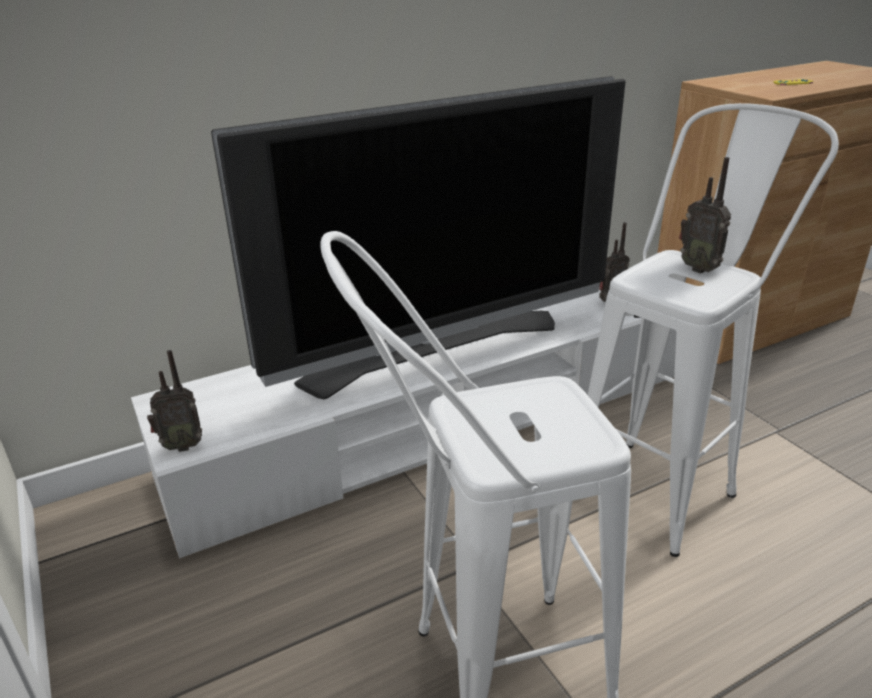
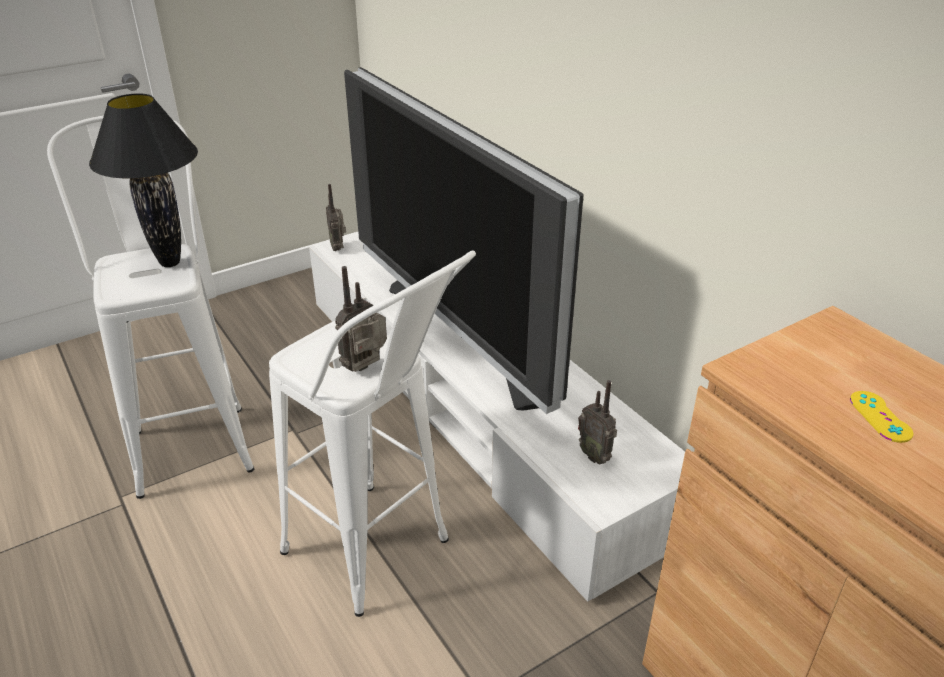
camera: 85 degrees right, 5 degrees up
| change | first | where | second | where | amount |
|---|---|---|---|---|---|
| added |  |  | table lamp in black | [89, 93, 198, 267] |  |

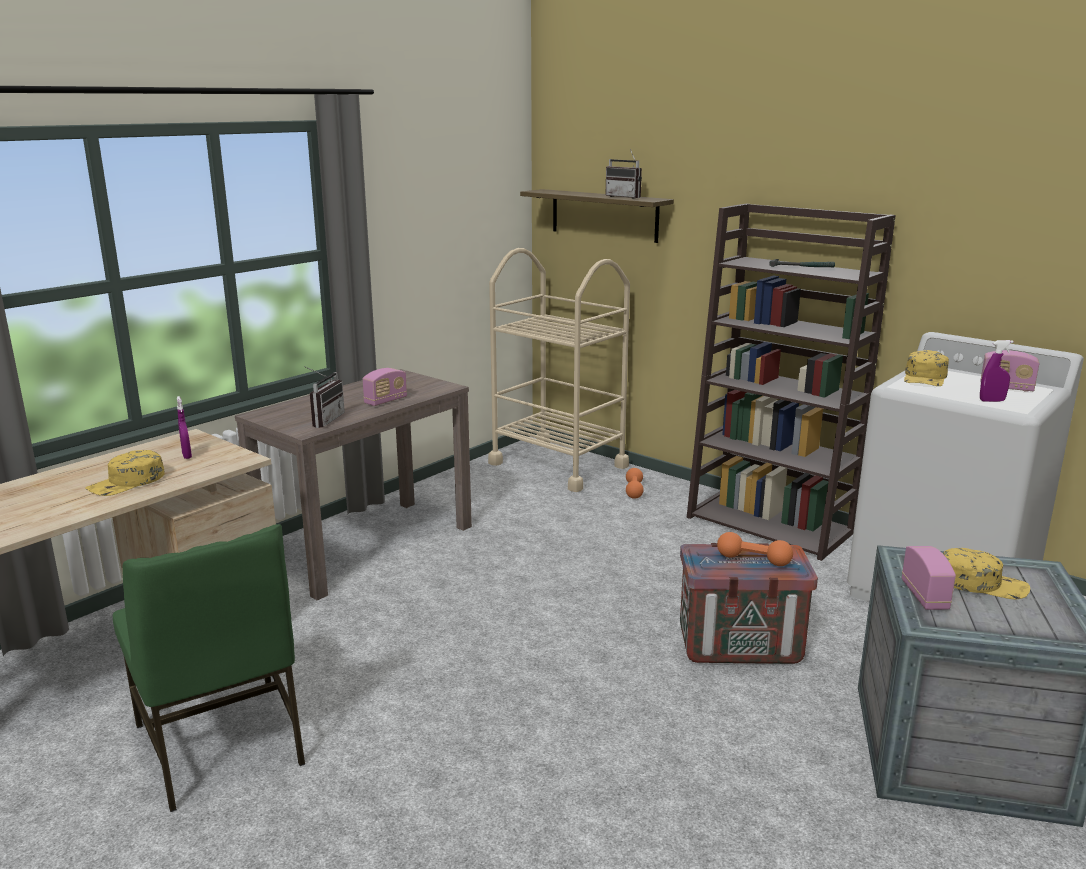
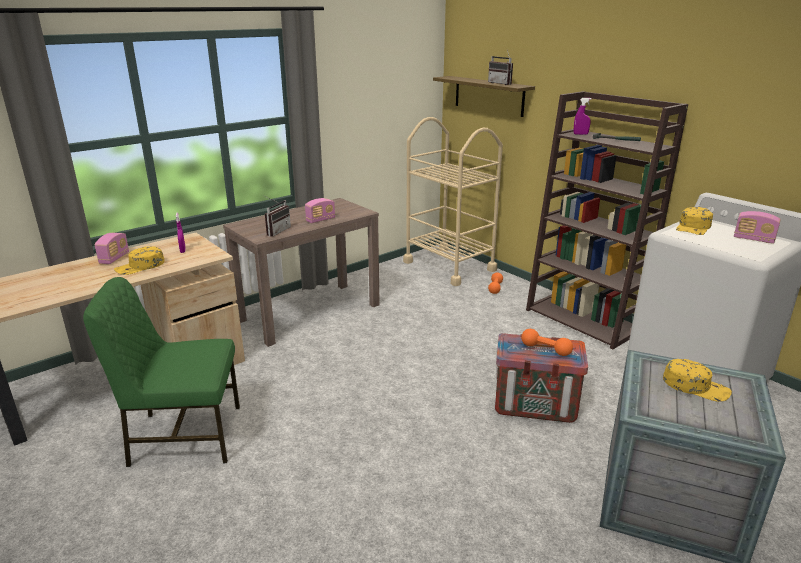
camera: 10 degrees right, 5 degrees up
| change | first | where | second | where | amount |
|---|---|---|---|---|---|
| turned | chair in green | [113, 524, 305, 812] |  | [83, 277, 240, 467] | 105 degrees clockwise |
| moved | radio | [902, 546, 956, 610] |  | [95, 233, 129, 264] |  |
| moved | spray bottle in purple | [980, 340, 1014, 402] |  | [574, 98, 592, 135] |  |

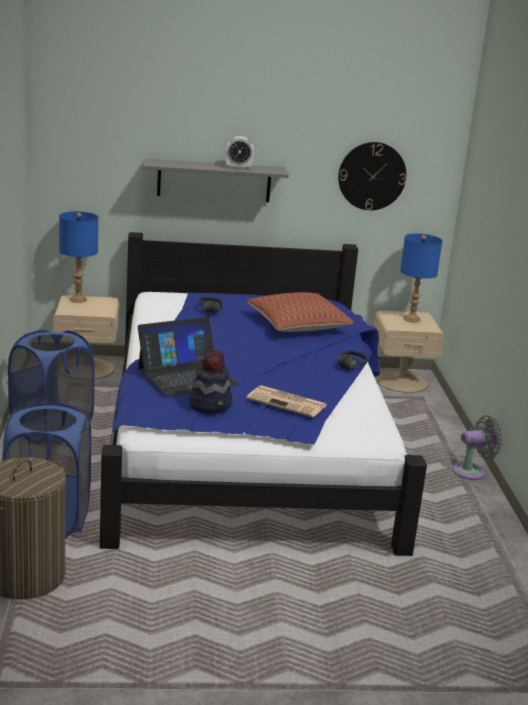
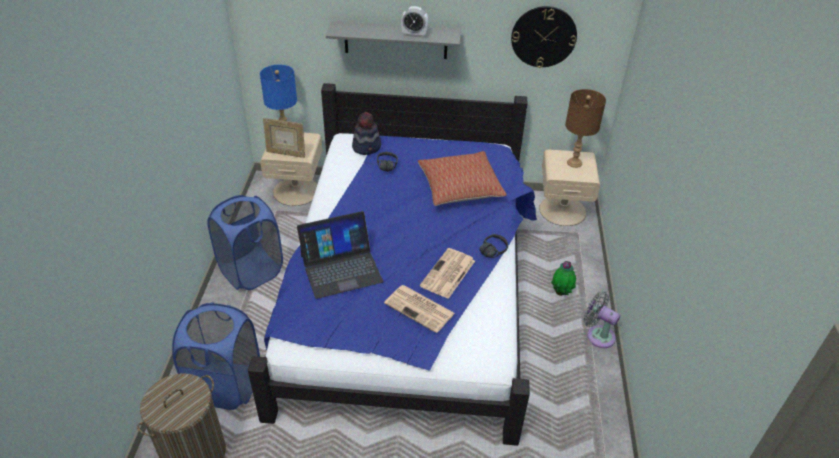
camera: 10 degrees right, 20 degrees up
| change | first | where | second | where | amount |
|---|---|---|---|---|---|
| moved | hat | [189, 348, 233, 413] |  | [352, 112, 381, 155] |  |
| recoloured | table lamp in blue | [400, 233, 442, 322] | table lamp in brown | [565, 89, 606, 168] |  |
| turned | fan in grey | [452, 415, 502, 480] |  | [584, 291, 620, 348] | 135 degrees counterclockwise |
| added |  |  | picture frame | [263, 118, 305, 158] |  |
| added |  |  | newspaper | [420, 248, 475, 299] |  |
| added |  |  | potted plant | [551, 261, 576, 296] |  |

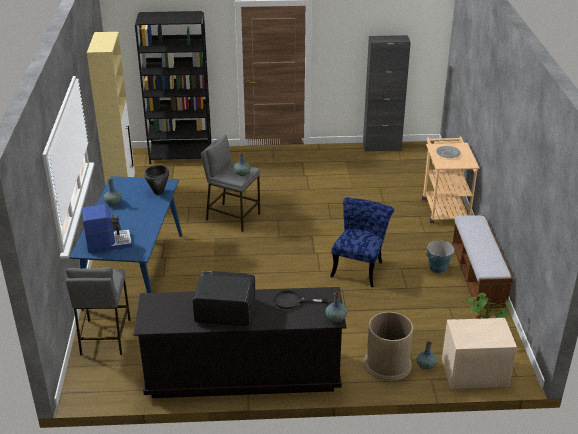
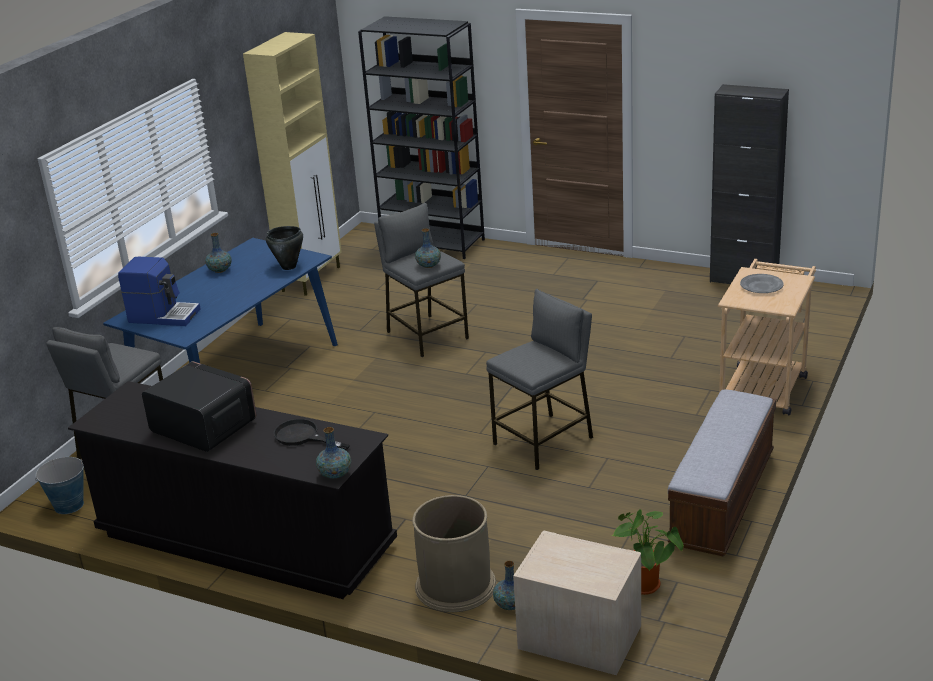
camera: 30 degrees right, 5 degrees down
| change | first | where | second | where | amount |
|---|---|---|---|---|---|
| replaced | chair in blue | [330, 197, 394, 287] | stool in grey | [486, 289, 593, 470] |  |
| moved | bucket | [426, 240, 454, 274] |  | [35, 457, 84, 514] |  |

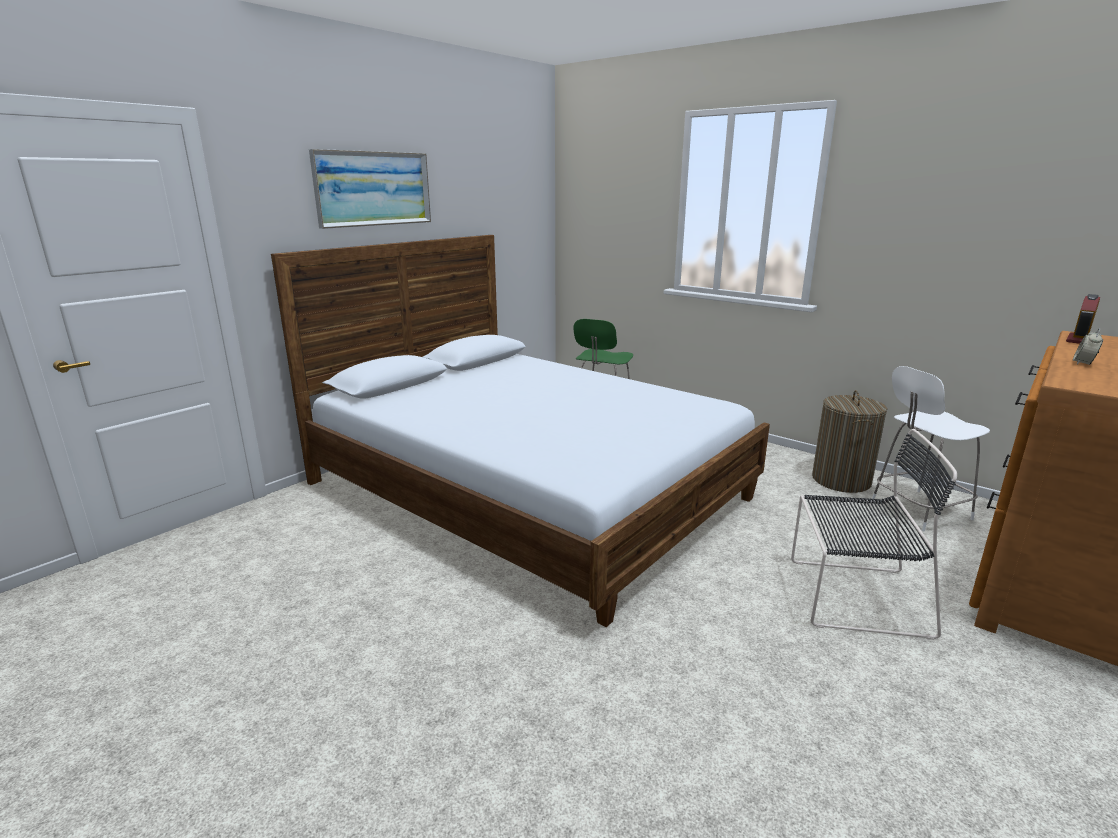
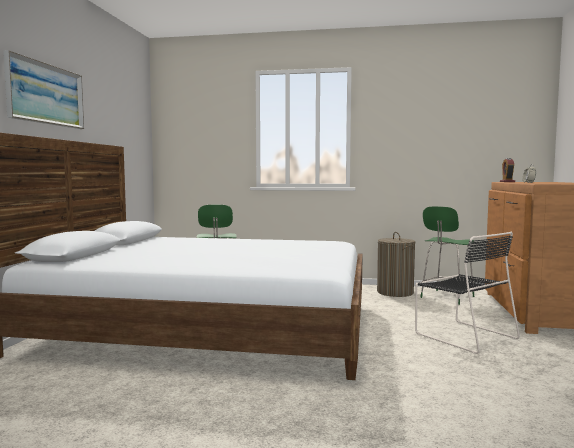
camera: 30 degrees left, 15 degrees down
| change | first | where | second | where | amount |
|---|---|---|---|---|---|
| turned | chair in black | [791, 429, 957, 640] |  | [415, 232, 520, 354] | 75 degrees clockwise |
| recoloured | chair in white | [872, 366, 990, 531] | chair in green | [420, 206, 474, 305] |  |

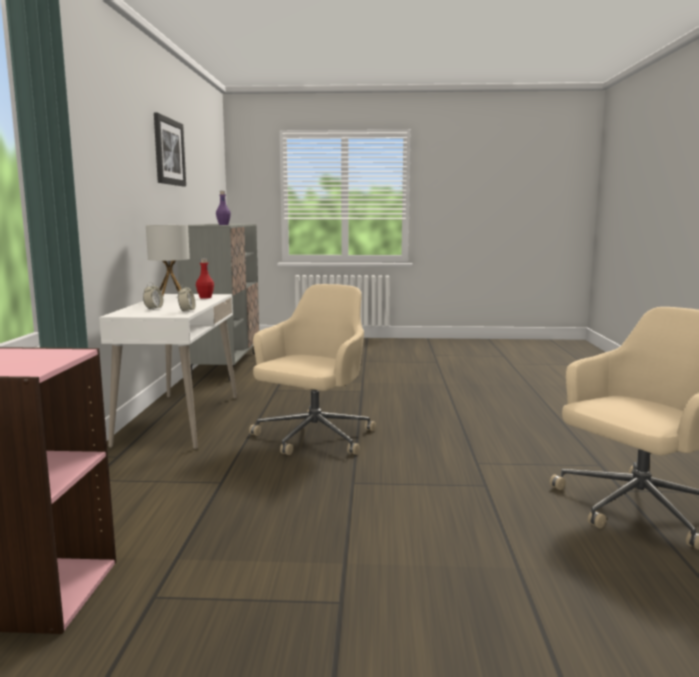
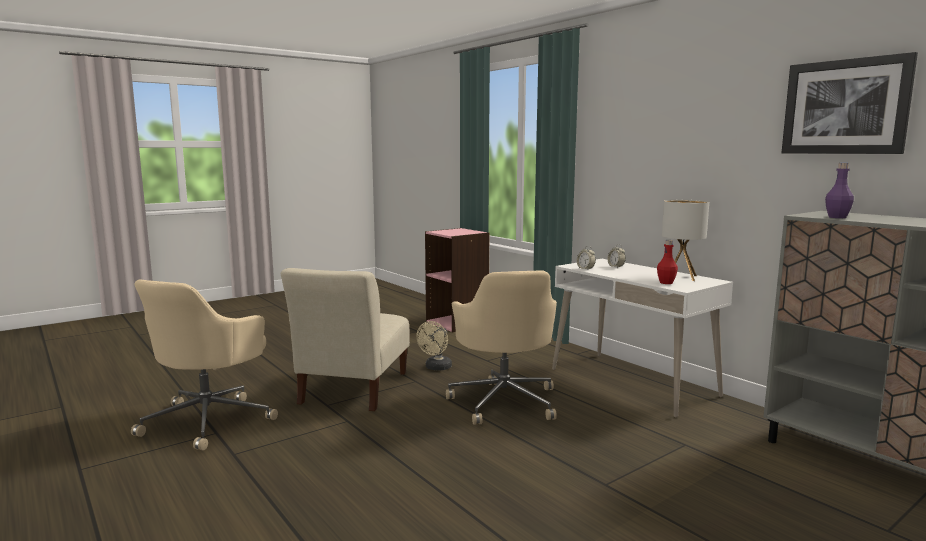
camera: 140 degrees right, 0 degrees up
| change | first | where | second | where | amount |
|---|---|---|---|---|---|
| added |  |  | chair in beige | [281, 268, 410, 411] |  |
| added |  |  | fan in beige | [416, 321, 452, 371] |  |

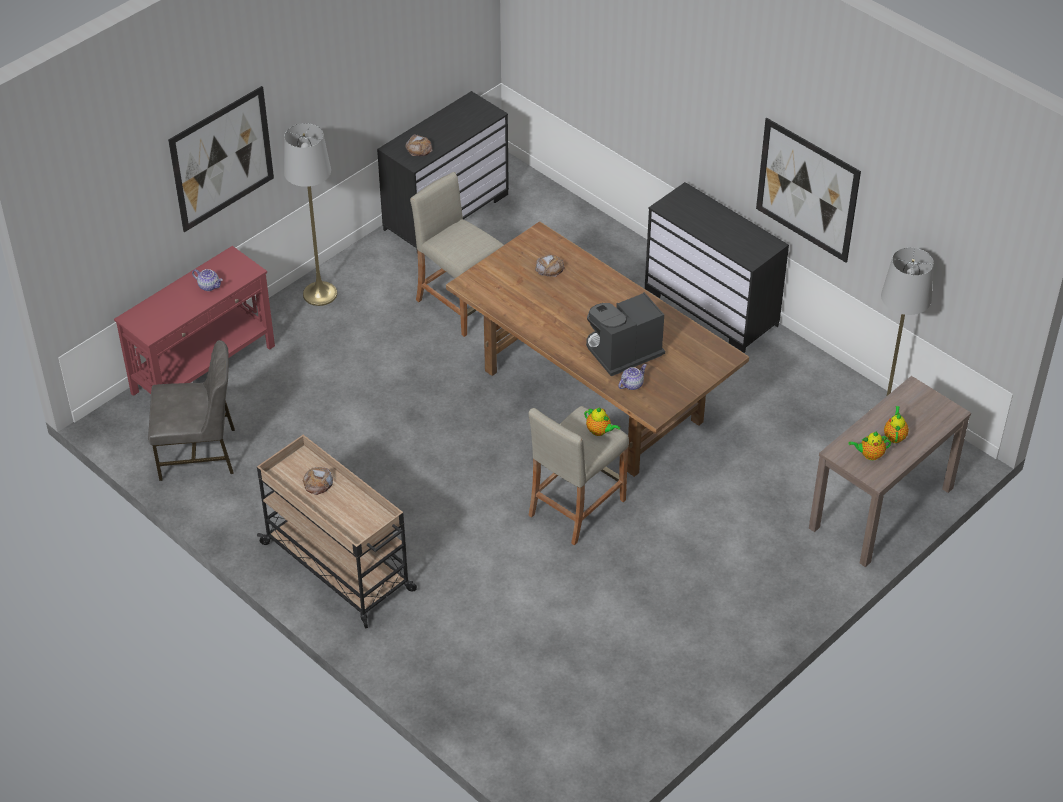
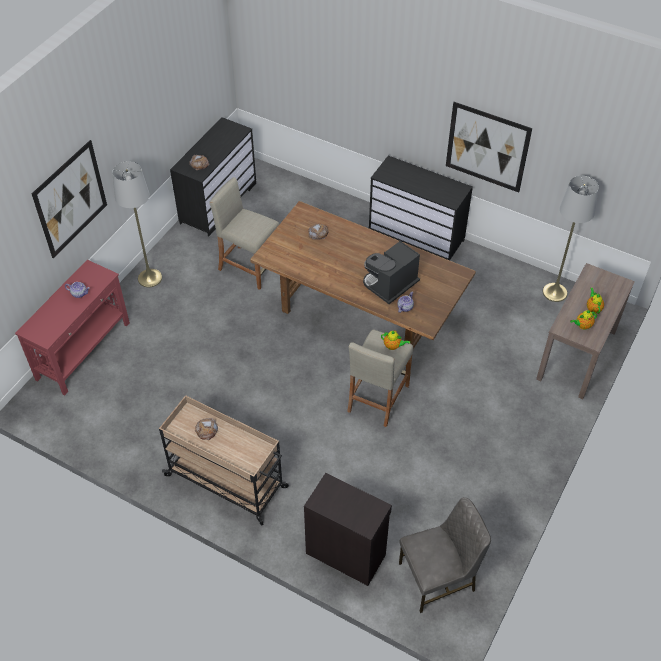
camera: 15 degrees left, 5 degrees up
| change | first | where | second | where | amount |
|---|---|---|---|---|---|
| moved | chair in grey | [148, 340, 235, 481] |  | [399, 497, 491, 613] |  |
| added |  |  | cabinet in black | [304, 473, 392, 586] |  |

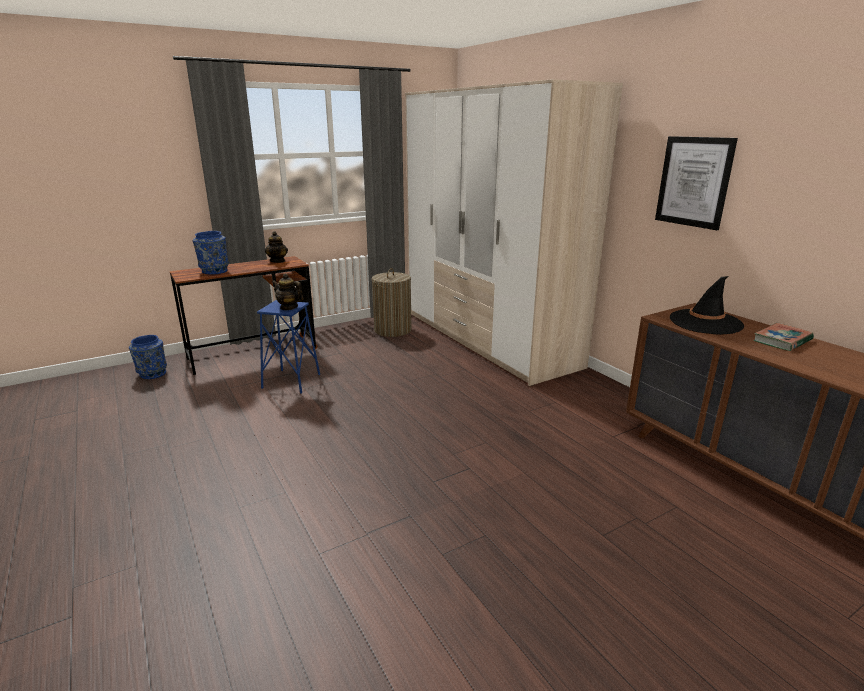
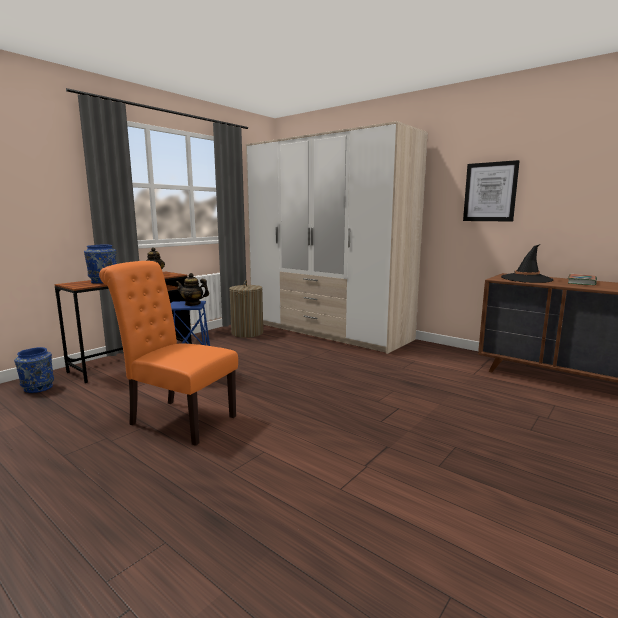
camera: 20 degrees left, 10 degrees down
| change | first | where | second | where | amount |
|---|---|---|---|---|---|
| added |  |  | chair in orange | [99, 261, 238, 446] |  |

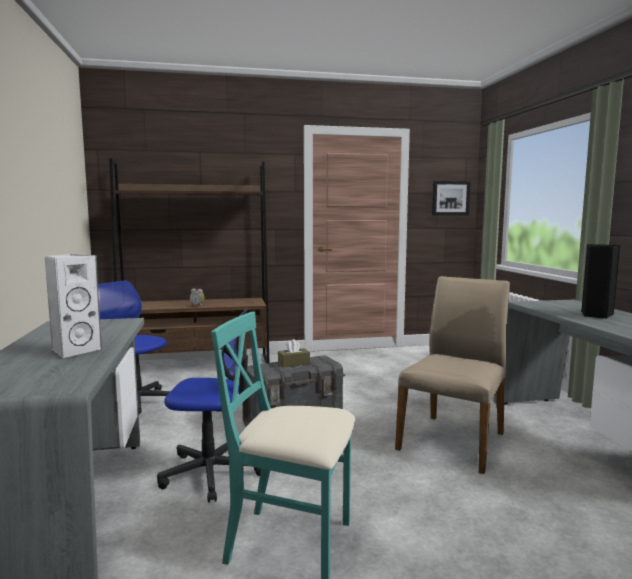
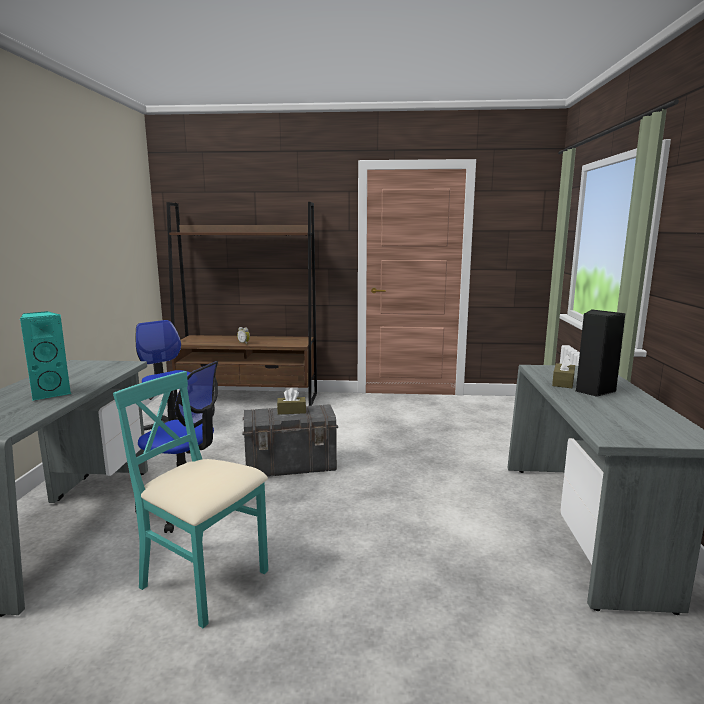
camera: 15 degrees right, 5 degrees up
| change | first | where | second | where | amount |
|---|---|---|---|---|---|
| recoloured | speaker in white | [44, 254, 102, 358] | speaker in turquoise | [20, 311, 71, 401] |  |
| removed | chair in beige | [395, 276, 510, 474] |  |  |  |
| removed | picture | [432, 181, 471, 215] |  |  |  |
| added |  |  | tissue box in brown | [552, 354, 575, 388] |  |

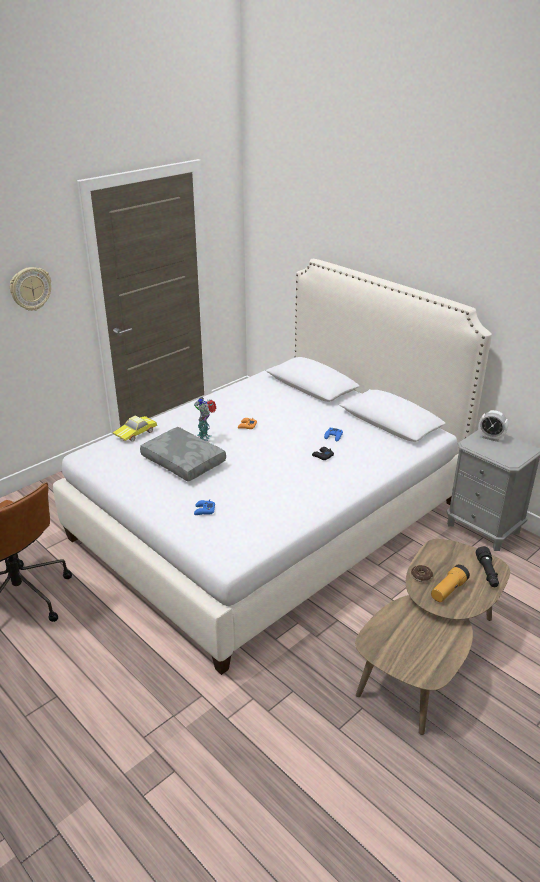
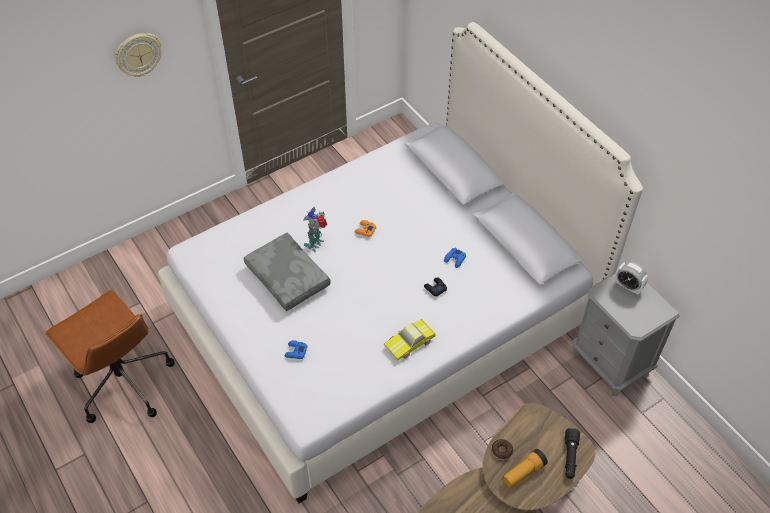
camera: 10 degrees right, 20 degrees up
| change | first | where | second | where | amount |
|---|---|---|---|---|---|
| moved | toy car | [113, 415, 157, 441] |  | [384, 319, 435, 360] |  |

